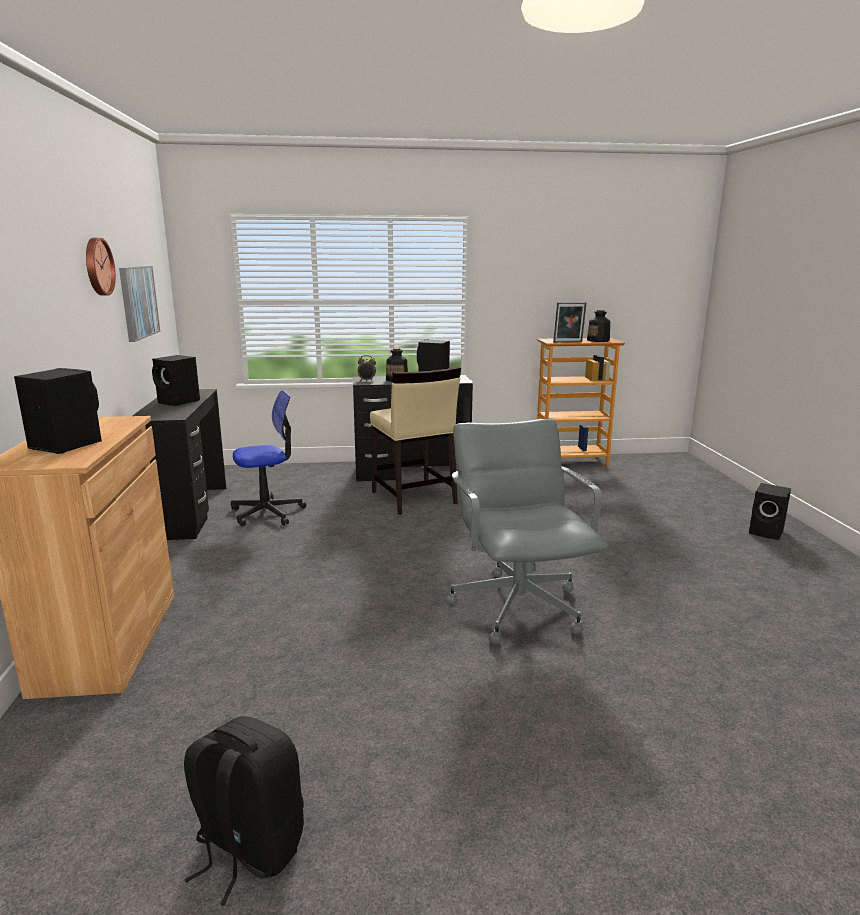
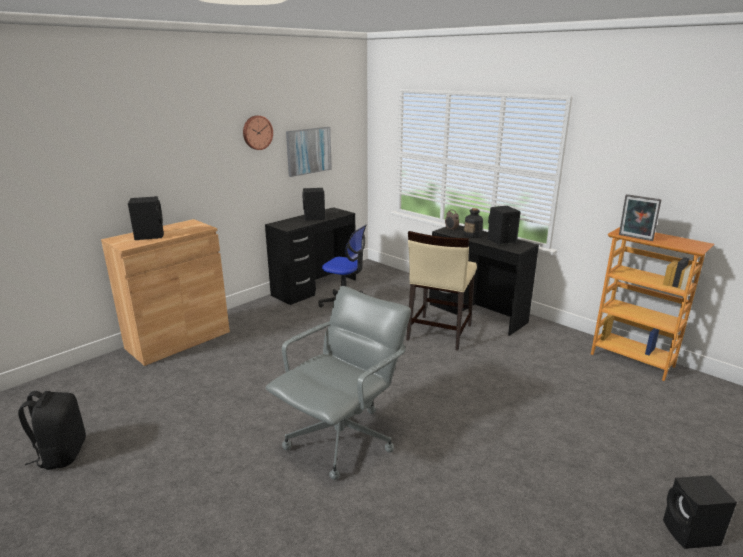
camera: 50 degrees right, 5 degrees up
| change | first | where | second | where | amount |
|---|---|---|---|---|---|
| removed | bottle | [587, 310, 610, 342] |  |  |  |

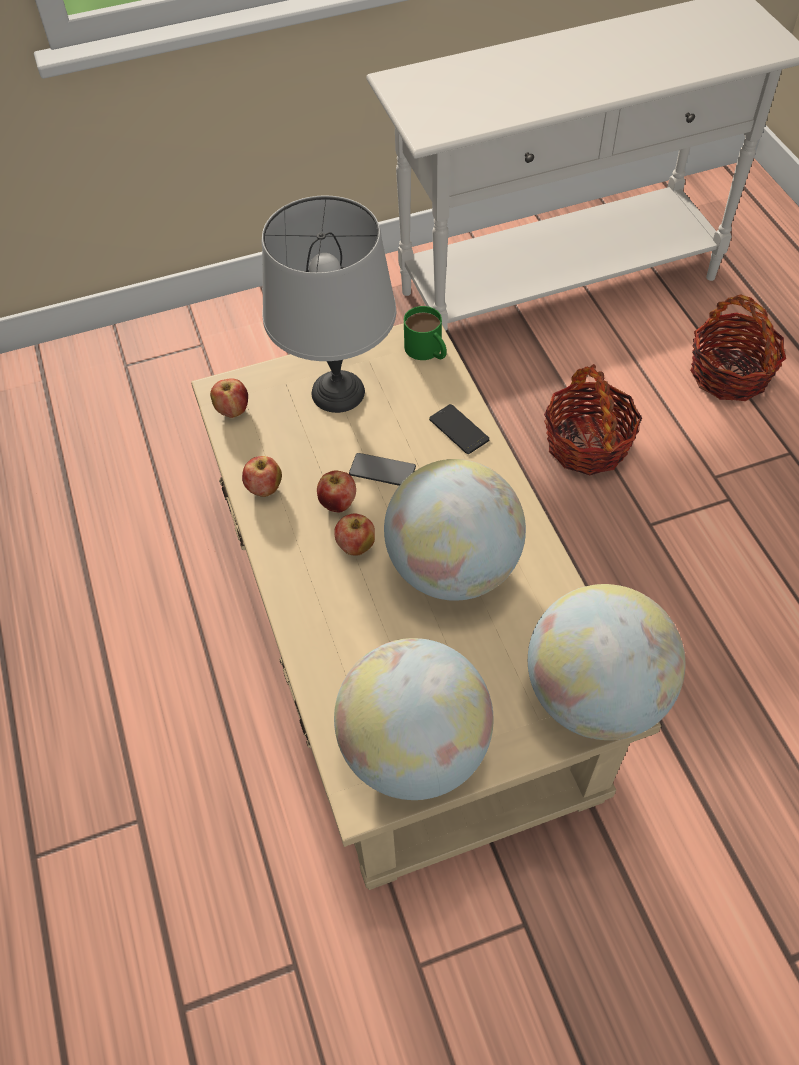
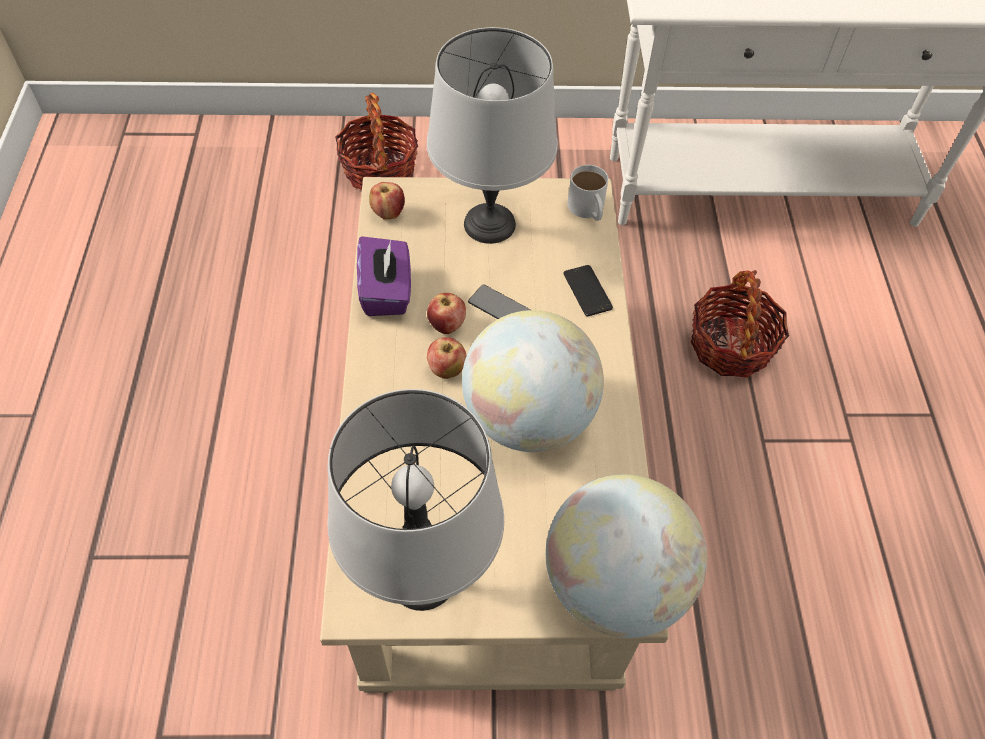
camera: 15 degrees right, 0 degrees up
| change | first | where | second | where | amount |
|---|---|---|---|---|---|
| replaced | apple | [242, 456, 282, 497] | tissue box in purple | [357, 236, 411, 316] |  |
| replaced | globe | [334, 638, 493, 800] | table lamp in grey | [327, 389, 504, 611] |  |
| recoloured | mug in green | [404, 306, 447, 360] | mug in white | [567, 165, 608, 221] |  |
| moved | basket | [690, 295, 786, 401] |  | [335, 93, 418, 190] |  |

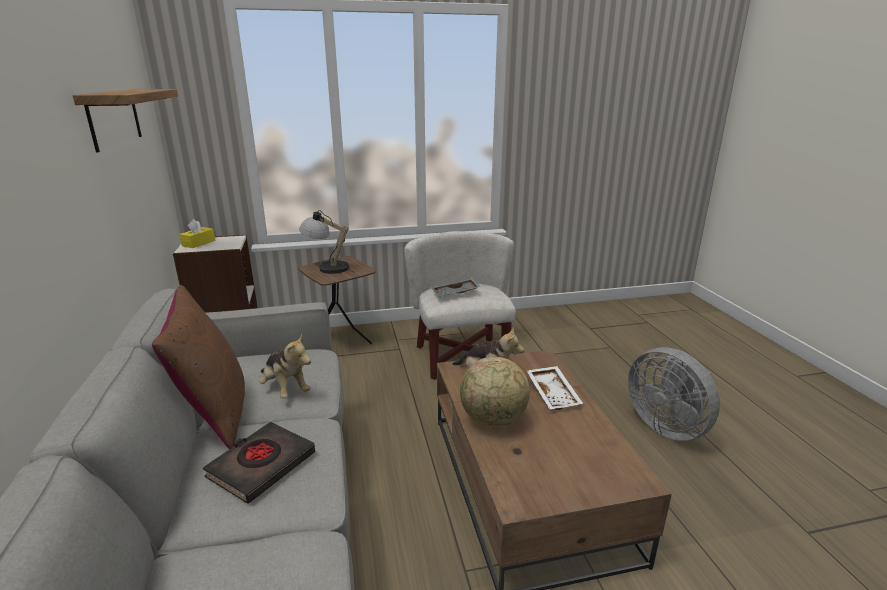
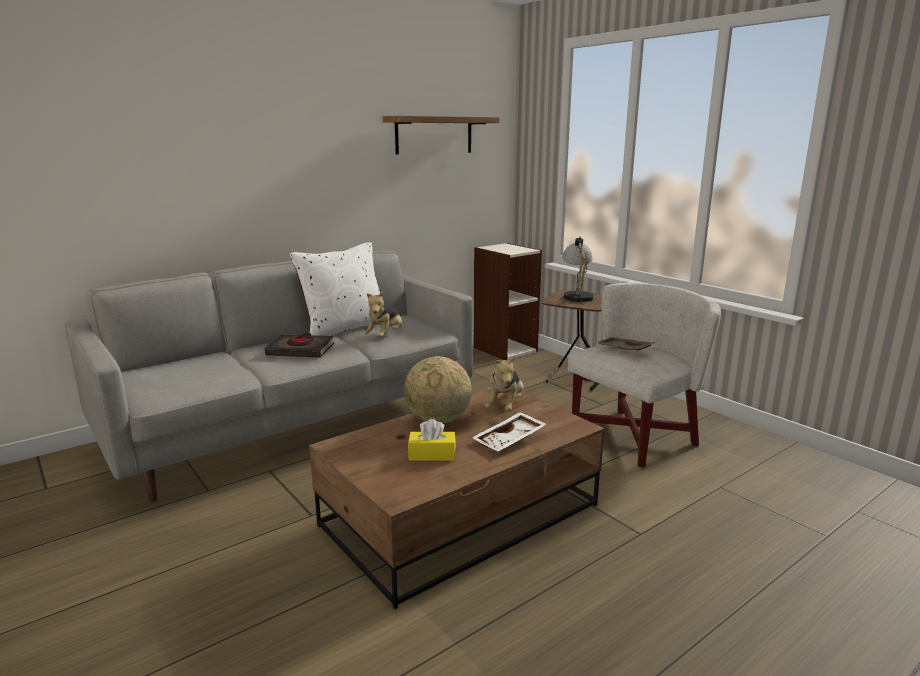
camera: 65 degrees right, 5 degrees down
| change | first | where | second | where | amount |
|---|---|---|---|---|---|
| recoloured | pillow in brown | [152, 285, 245, 449] | pillow in white | [290, 242, 380, 336] |  |
| moved | tissue box in yellow | [179, 219, 215, 248] |  | [408, 419, 456, 461] |  |
| removed | fan in grey | [628, 347, 720, 441] |  |  |  |

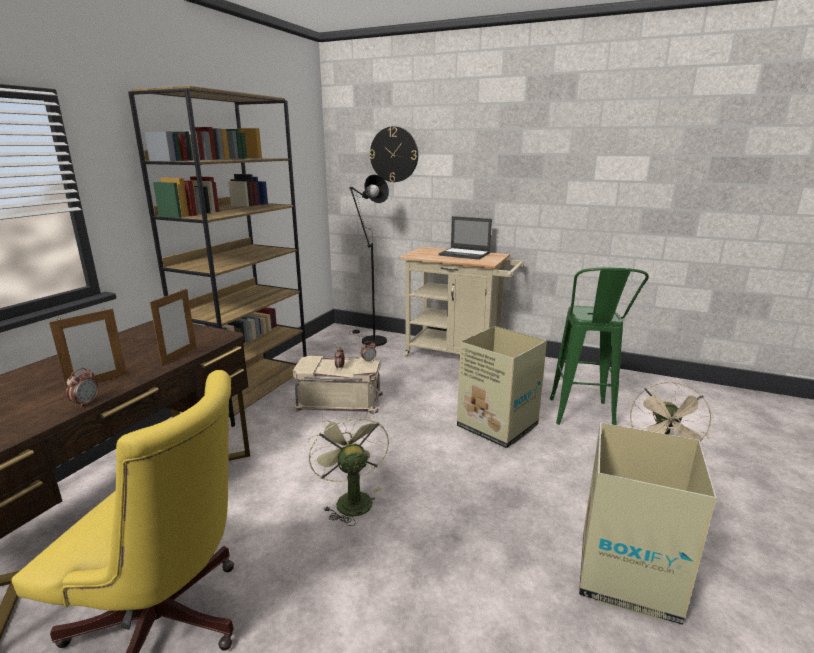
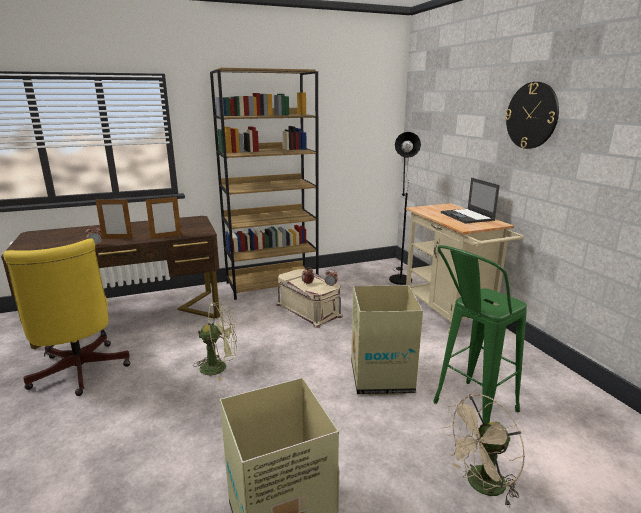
camera: 45 degrees right, 0 degrees up
| change | first | where | second | where | amount |
|---|---|---|---|---|---|
| turned | fan in green | [308, 410, 389, 526] |  | [193, 301, 237, 381] | 60 degrees clockwise |
| moved | wall clock | [369, 126, 418, 182] |  | [505, 82, 559, 149] |  |

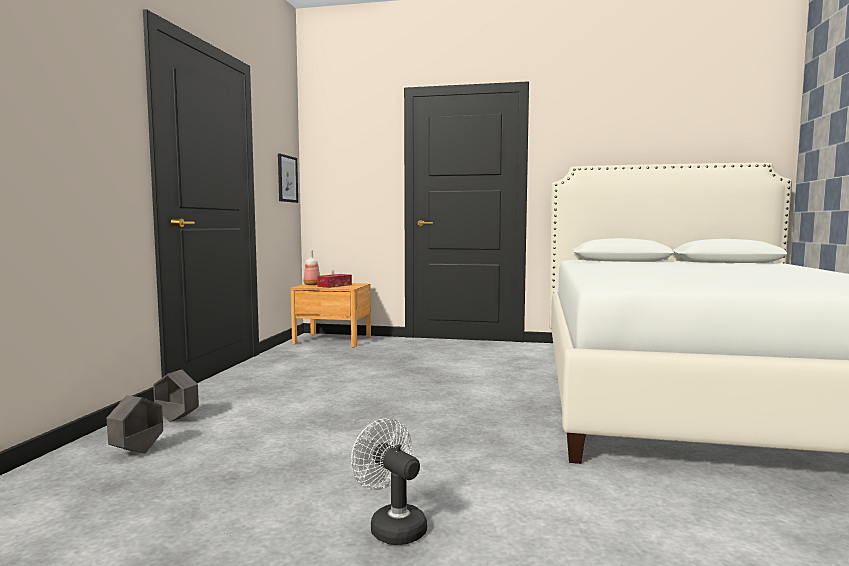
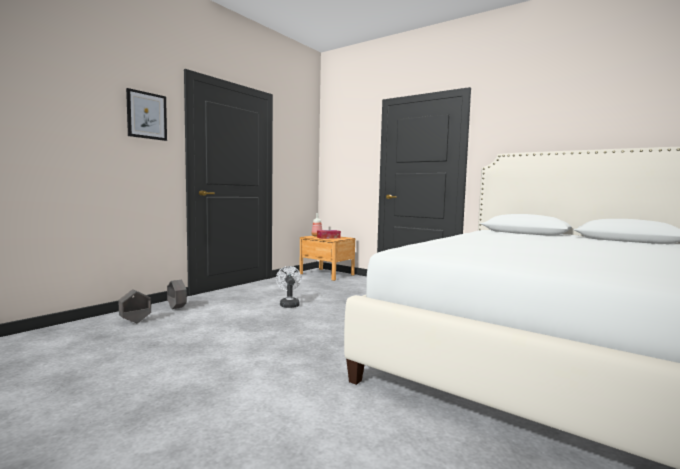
camera: 25 degrees right, 0 degrees up
| change | first | where | second | where | amount |
|---|---|---|---|---|---|
| moved | picture | [278, 154, 298, 203] |  | [126, 88, 167, 141] |  |
| moved | fan in white | [351, 418, 427, 545] |  | [276, 266, 301, 308] |  |

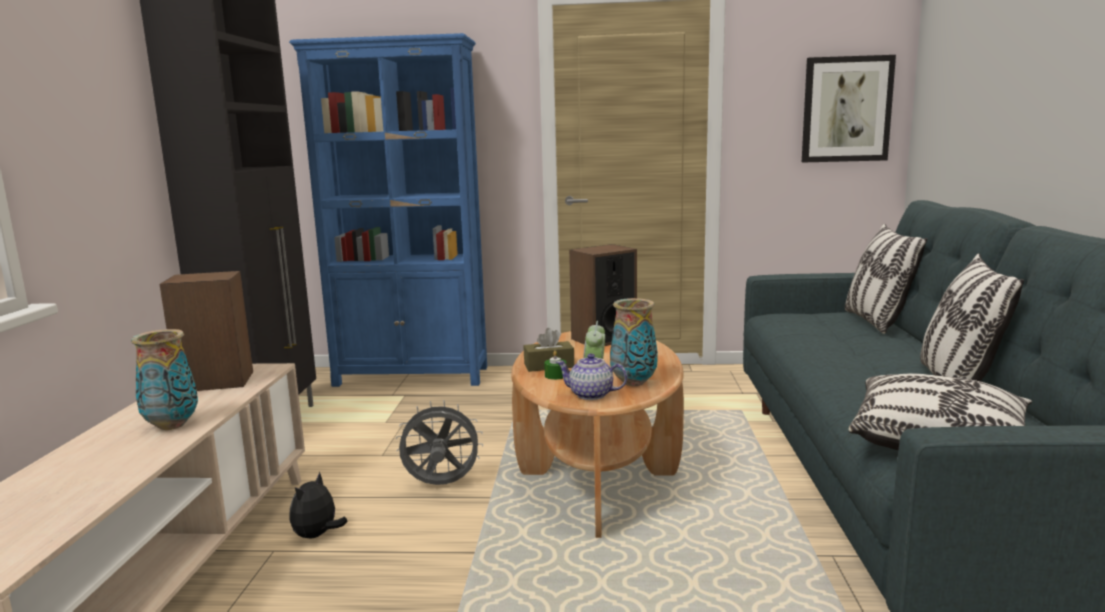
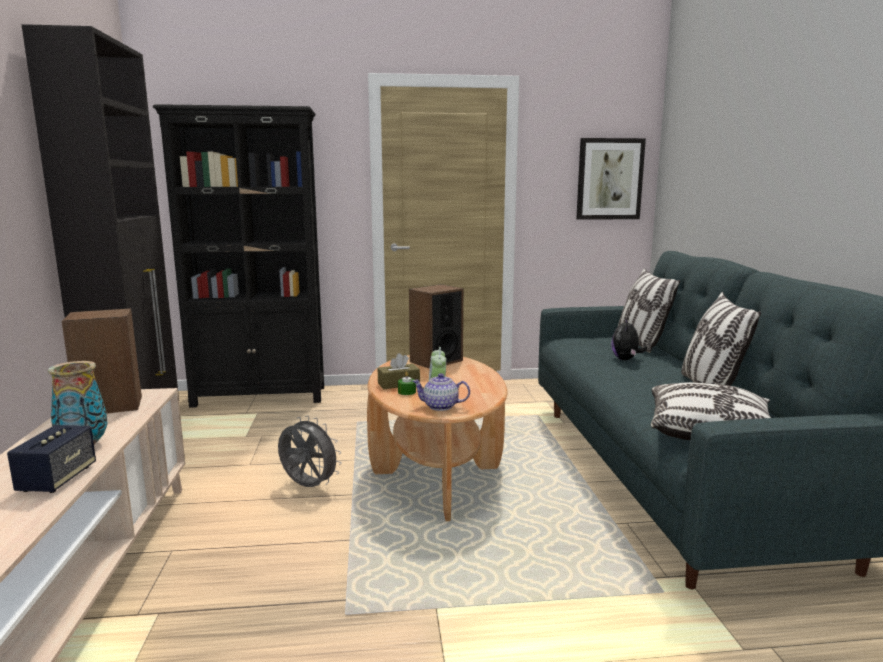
camera: 10 degrees left, 0 degrees up
| change | first | where | second | where | amount |
|---|---|---|---|---|---|
| recoloured | bookcase in blue | [289, 33, 487, 387] | bookcase in black | [153, 104, 324, 408] |  |
| moved | plush toy | [289, 472, 348, 538] |  | [611, 318, 647, 360] |  |
| turned | fan in grey | [396, 400, 483, 485] |  | [278, 415, 342, 487] | 45 degrees clockwise |
| removed | vase | [610, 298, 658, 386] |  |  |  |
| added |  |  | speaker | [7, 425, 96, 493] |  |

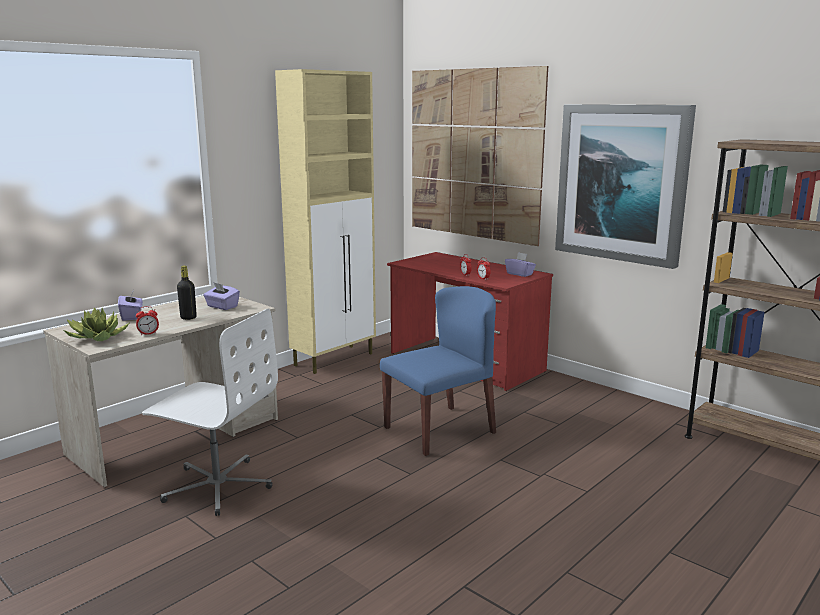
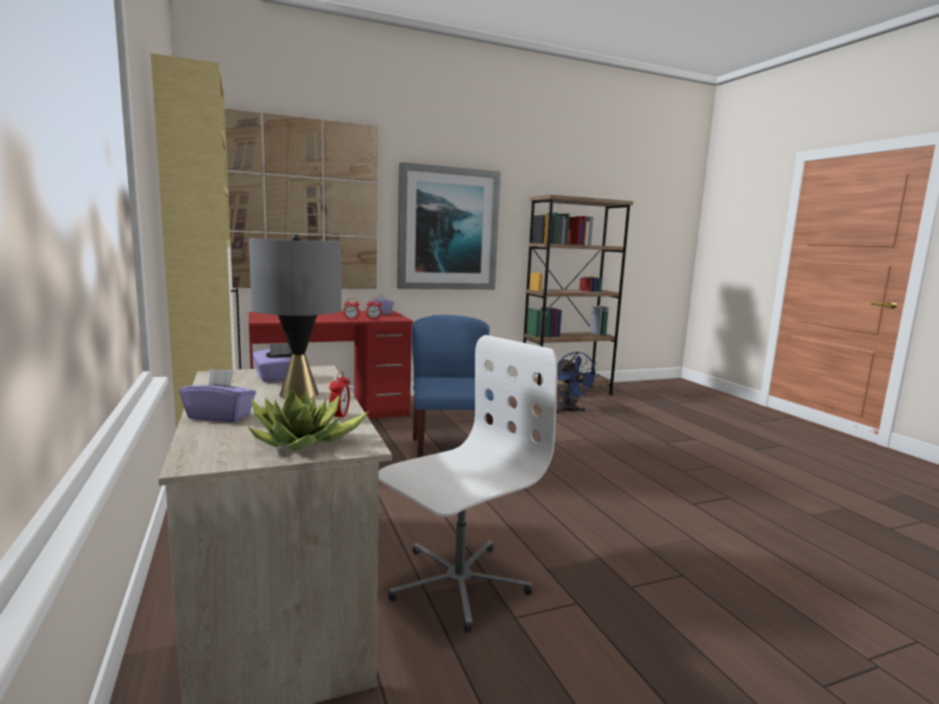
camera: 65 degrees left, 5 degrees down
| change | first | where | second | where | amount |
|---|---|---|---|---|---|
| replaced | bottle in black | [177, 266, 197, 320] | table lamp in grey | [249, 234, 342, 399] |  |
| added |  |  | fan in blue | [556, 352, 600, 414] |  |

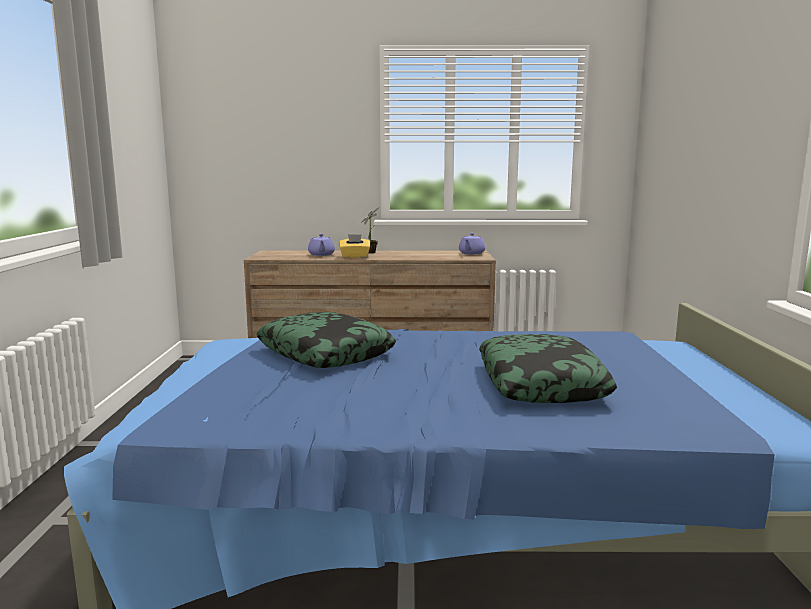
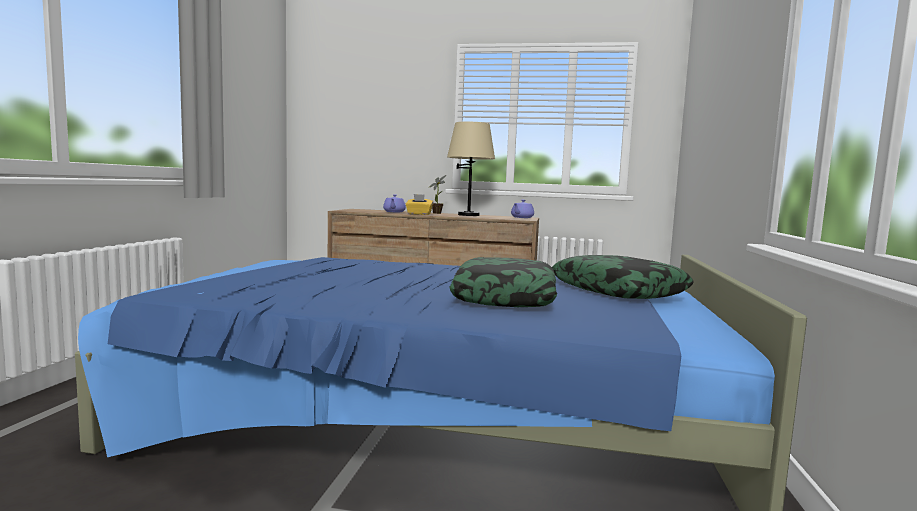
camera: 10 degrees right, 5 degrees down
| change | first | where | second | where | amount |
|---|---|---|---|---|---|
| moved | pillow | [256, 312, 396, 368] |  | [552, 255, 694, 299] |  |
| added |  |  | table lamp in beige | [447, 122, 495, 216] |  |

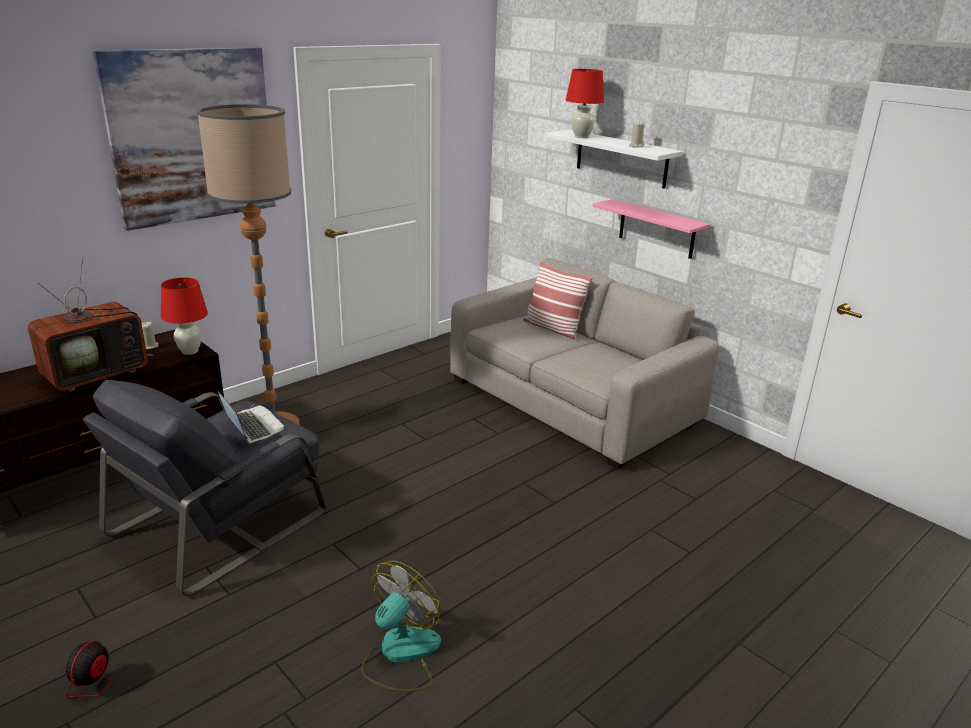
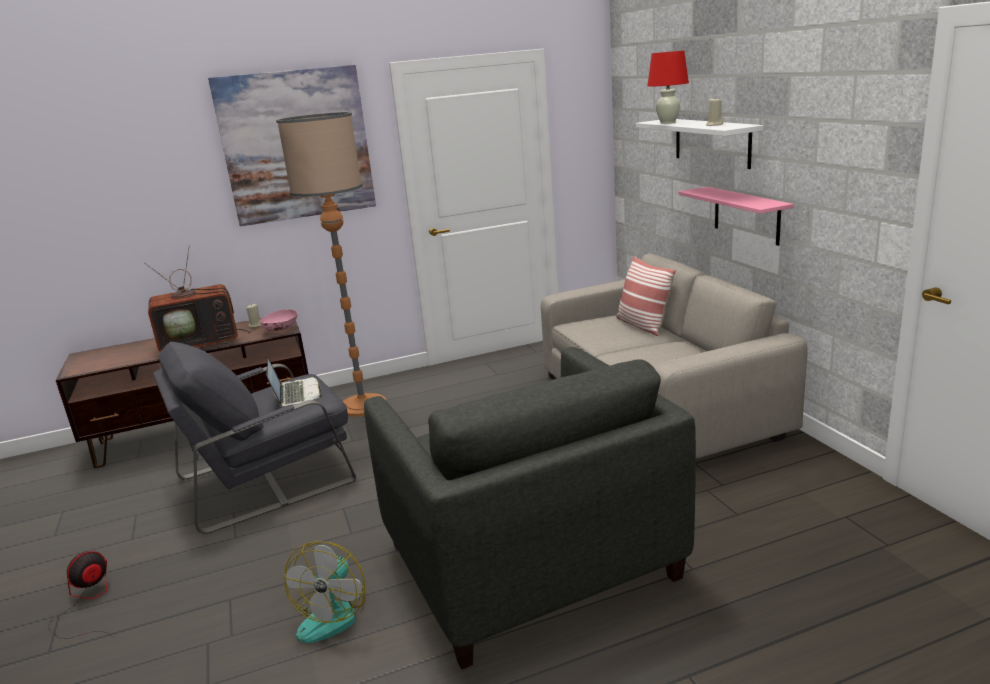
camera: 25 degrees right, 5 degrees down
| change | first | where | second | where | amount |
|---|---|---|---|---|---|
| replaced | table lamp in red | [161, 277, 208, 355] | bowl in pink | [260, 309, 298, 332] |  |
| turned | fan | [361, 561, 441, 691] |  | [284, 541, 365, 643] | 135 degrees clockwise |
| added |  |  | armchair in grey | [364, 347, 696, 669] |  |

